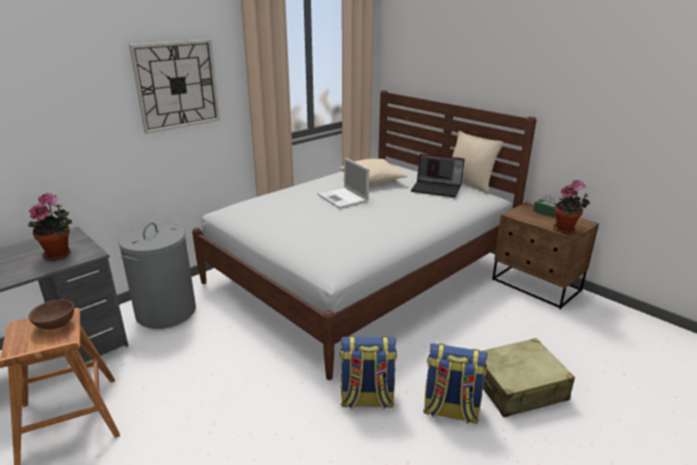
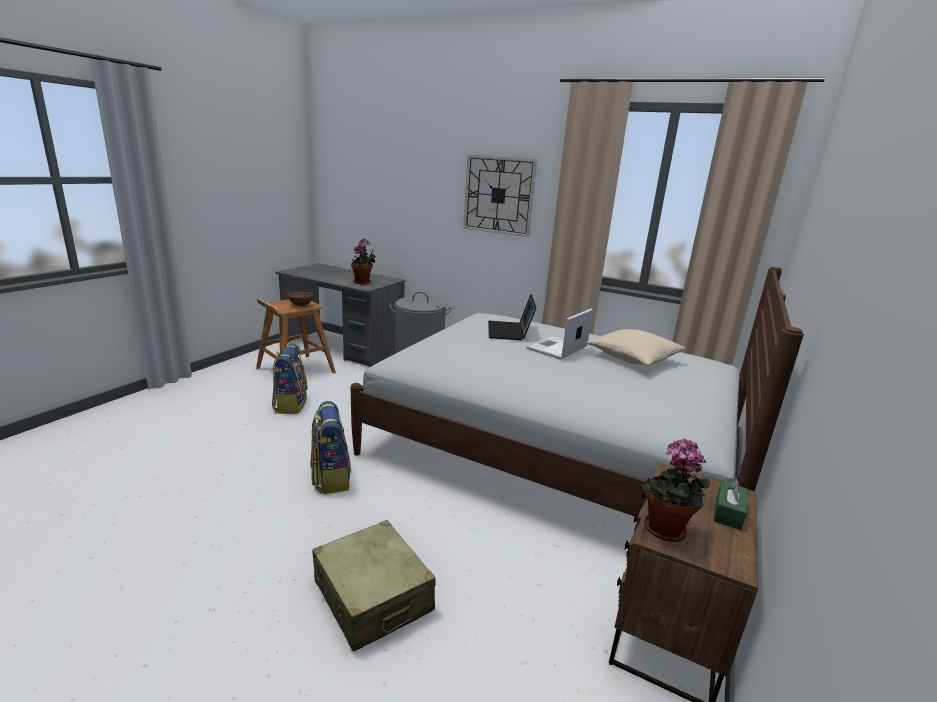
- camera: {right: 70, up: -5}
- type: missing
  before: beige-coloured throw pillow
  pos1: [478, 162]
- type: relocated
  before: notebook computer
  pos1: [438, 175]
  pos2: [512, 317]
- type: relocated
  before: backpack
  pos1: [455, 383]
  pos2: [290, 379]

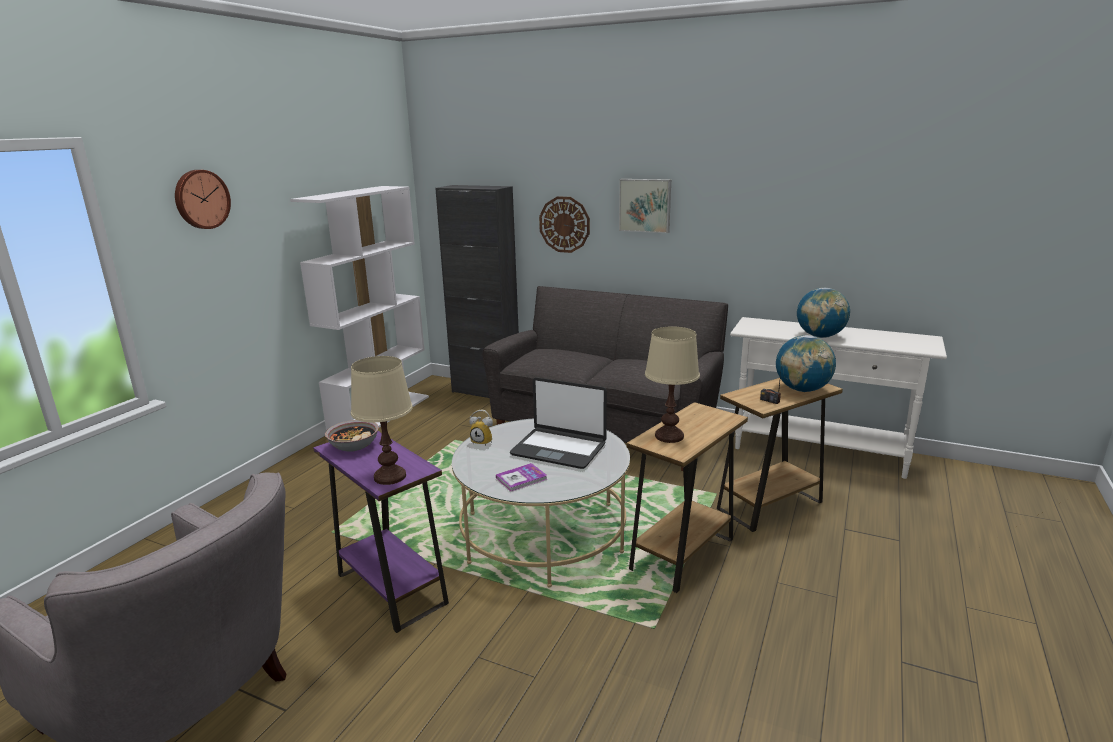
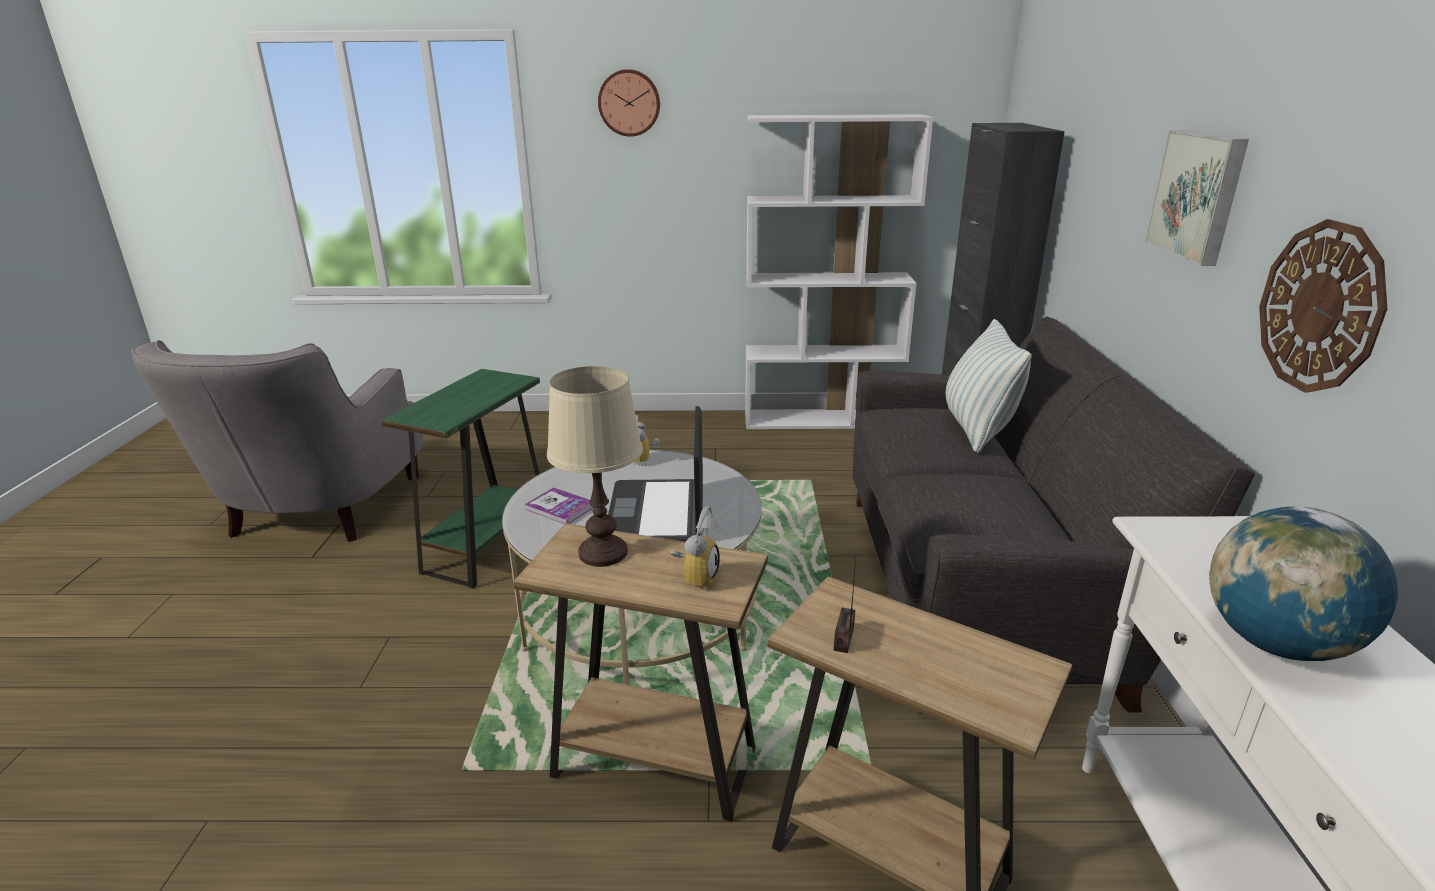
- camera: {right: 65, up: 5}
- type: relocated
  before: hanging clock
  pos1: [564, 224]
  pos2: [1323, 306]
- type: missing
  before: desk globe
  pos1: [806, 363]
- type: missing
  before: beige-coloured tabletop lamp
  pos1: [382, 420]
- type: missing
  before: serving bowl
  pos1: [352, 435]
- type: colour
  before: purple-coloured side table
  after: greenish side table
  pos1: [381, 532]
  pos2: [460, 479]
- type: appeared
  after: throw pillow
  pos2: [989, 386]
- type: appeared
  after: table clock
  pos2: [695, 548]

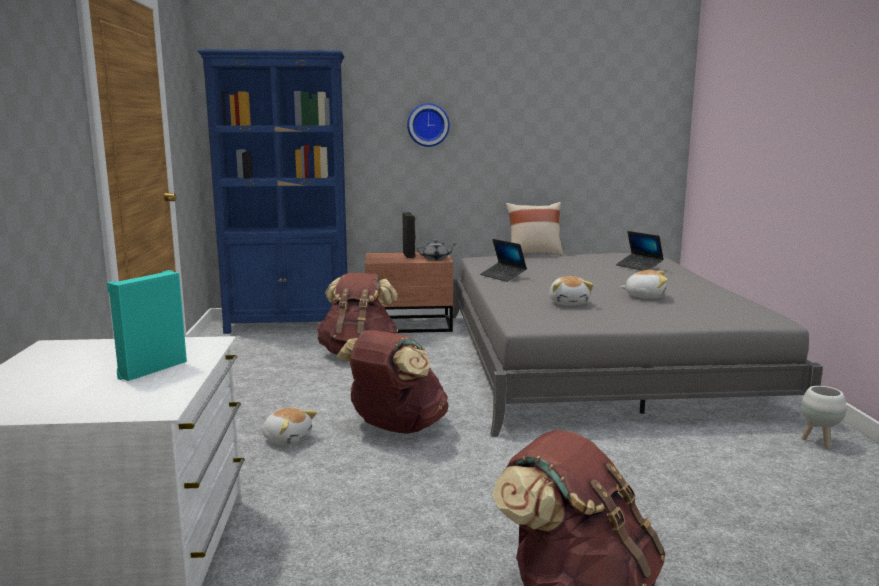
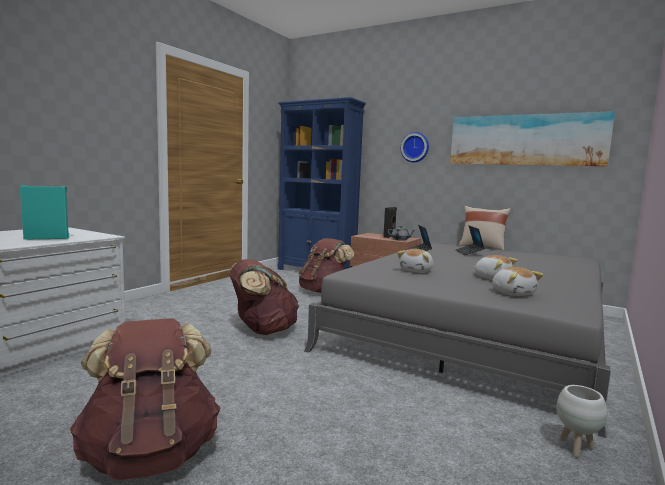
- camera: {right: 35, up: -5}
- type: relocated
  before: notebook computer
  pos1: [640, 251]
  pos2: [470, 240]
- type: relocated
  before: plush toy
  pos1: [289, 427]
  pos2: [517, 281]
- type: appeared
  after: wall art
  pos2: [532, 138]

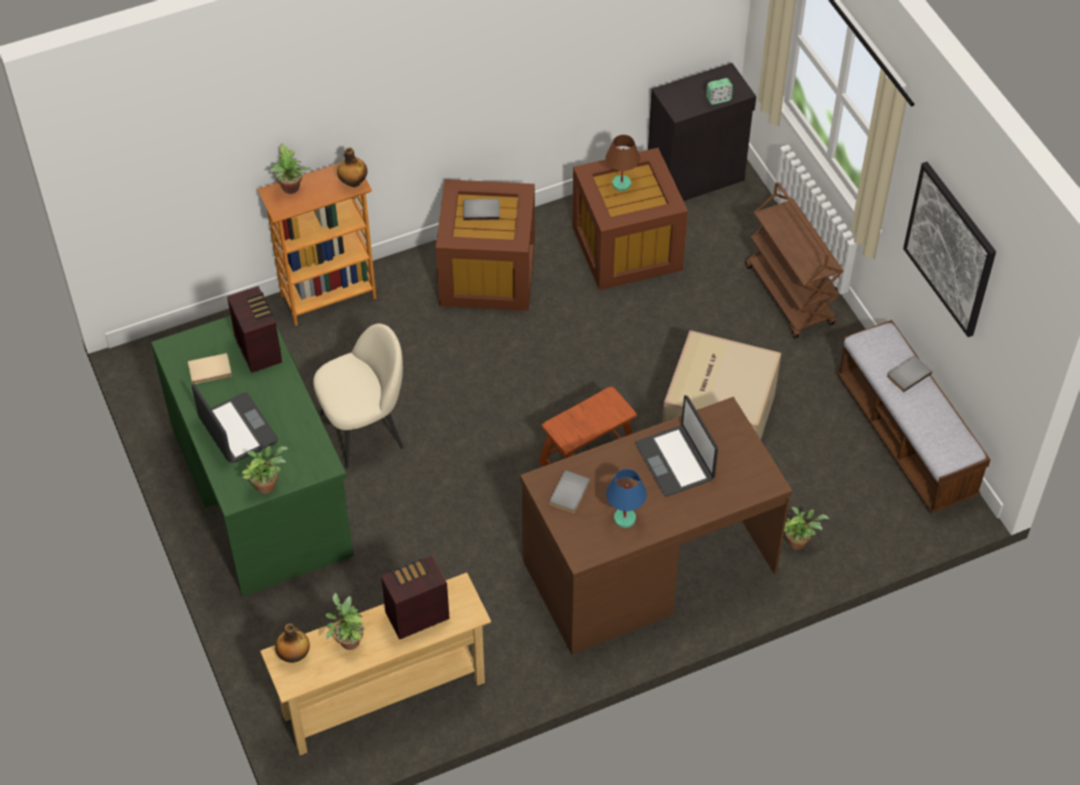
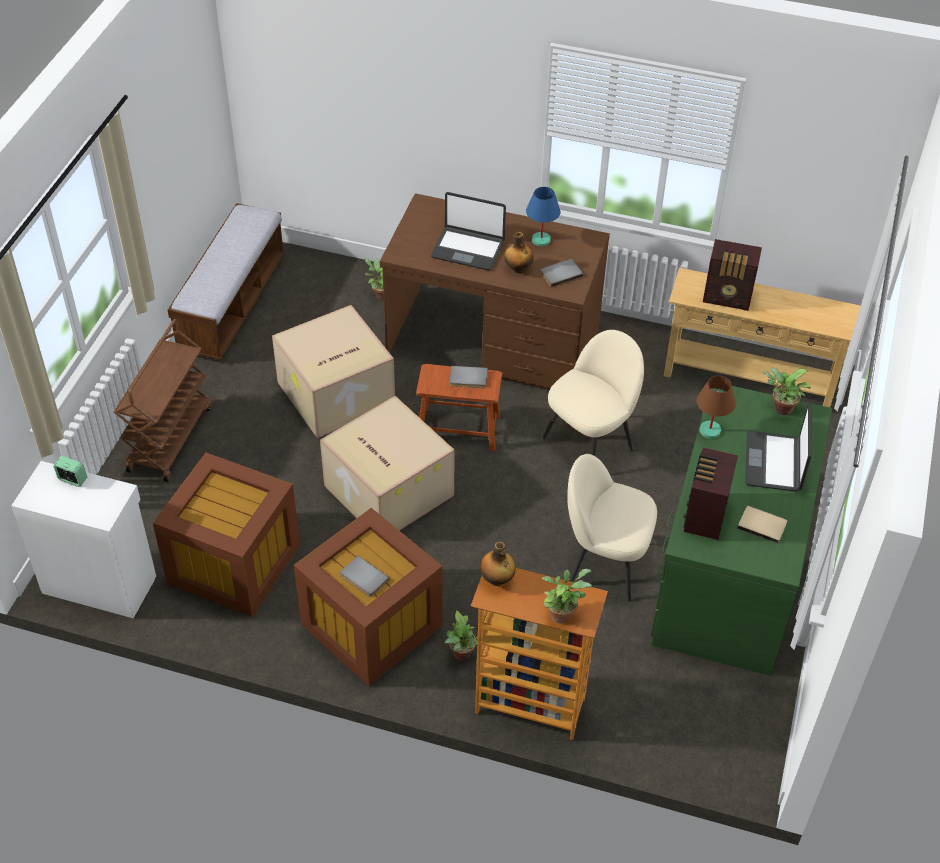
- camera: {right: -140, up: -5}
- type: colour
  before: black cabinet
  after: white cabinet
  pos1: [702, 132]
  pos2: [83, 539]
- type: relocated
  before: brownish tabletop lamp
  pos1: [623, 163]
  pos2: [716, 407]
- type: missing
  before: wall art
  pos1: [949, 249]
- type: relocated
  before: grey volume
  pos1: [909, 374]
  pos2: [469, 377]
- type: spun
  before: notebook computer
  pos1: [676, 446]
  pos2: [468, 231]
  turn: 90
- type: relocated
  before: plant in a pot
  pos1: [346, 621]
  pos2: [461, 635]
- type: relocated
  before: drink bottle
  pos1: [292, 643]
  pos2: [518, 252]
- type: appeared
  after: beige-coloured upright chair
  pos2: [593, 393]
- type: appeared
  after: packing box
  pos2: [387, 463]

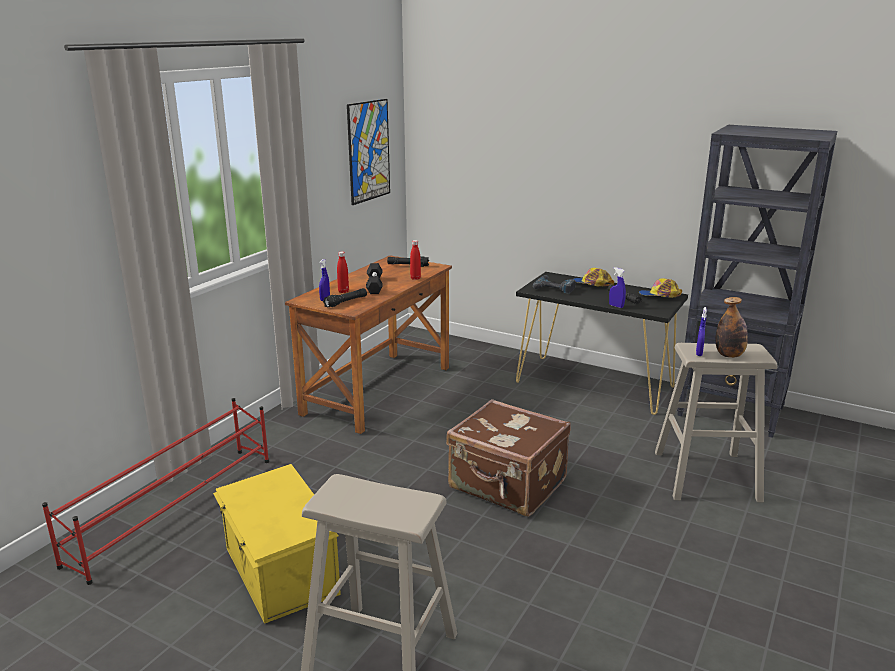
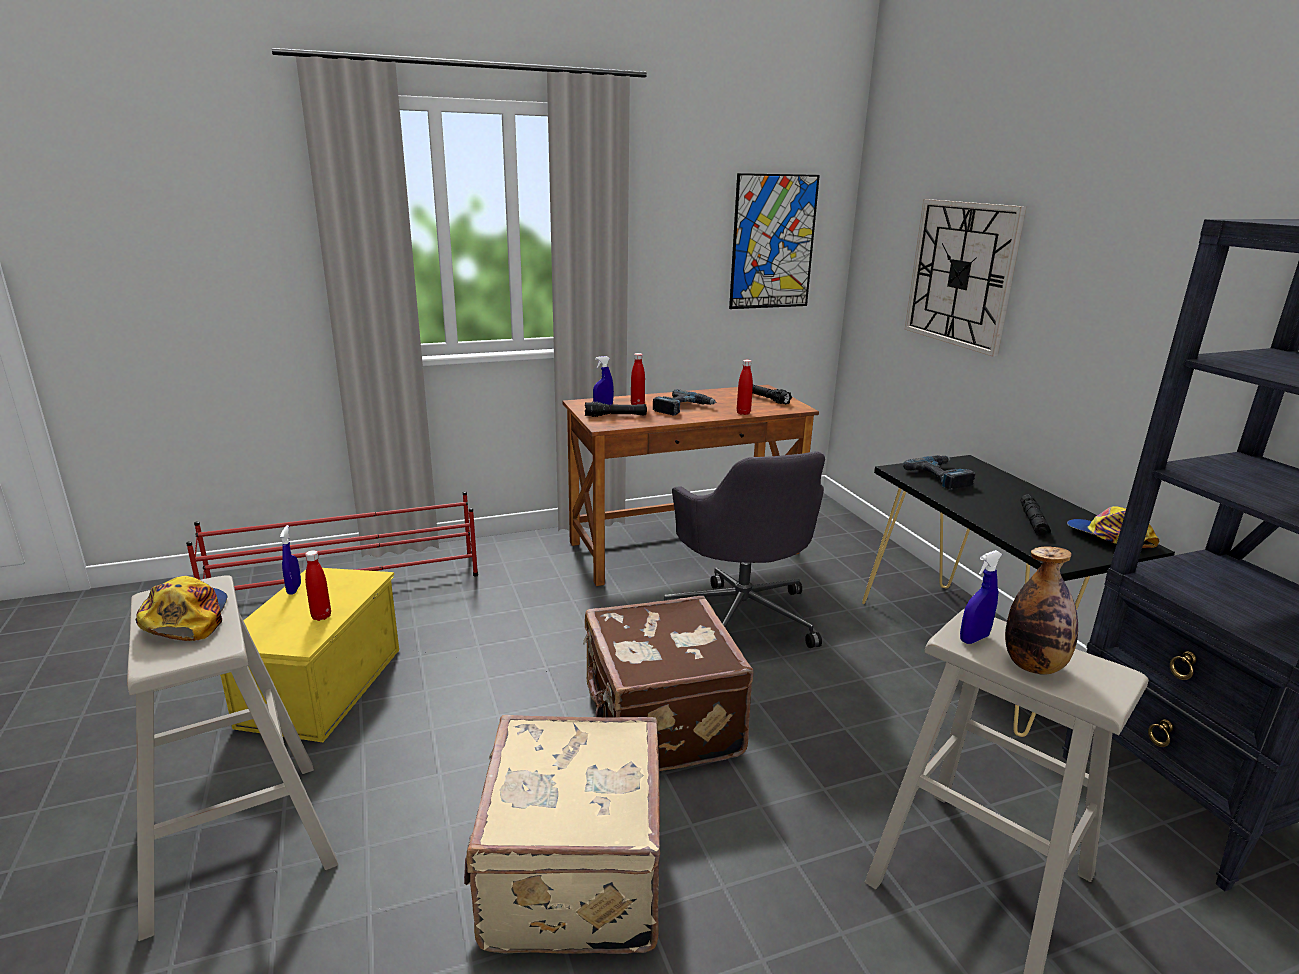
- camera: {right: 40, up: 0}
- type: exchanged
  before: black hand weight
  after: power drill
  pos1: [374, 278]
  pos2: [684, 402]
- type: relocated
  before: blue spray bottle
  pos1: [617, 287]
  pos2: [290, 560]
- type: relocated
  before: peaked cap
  pos1: [593, 277]
  pos2: [181, 608]
- type: appeared
  after: hanging clock
  pos2: [965, 278]
- type: appeared
  after: grey desk chair
  pos2: [744, 549]
- type: appeared
  after: reddish drink bottle
  pos2: [318, 585]
- type: appeared
  after: beige-coloured suitcase
  pos2: [562, 834]

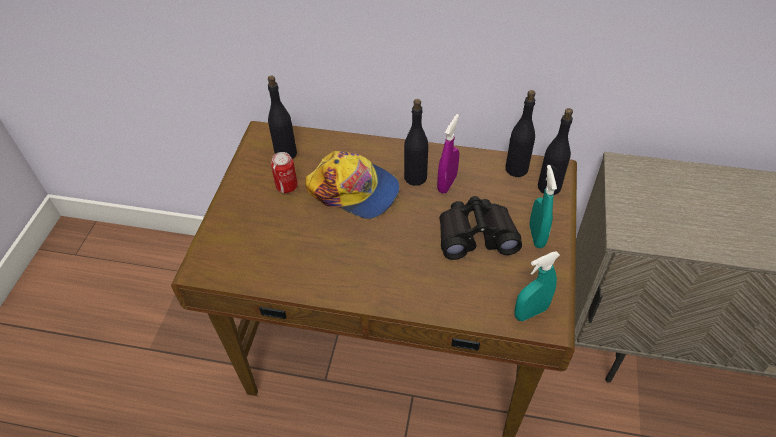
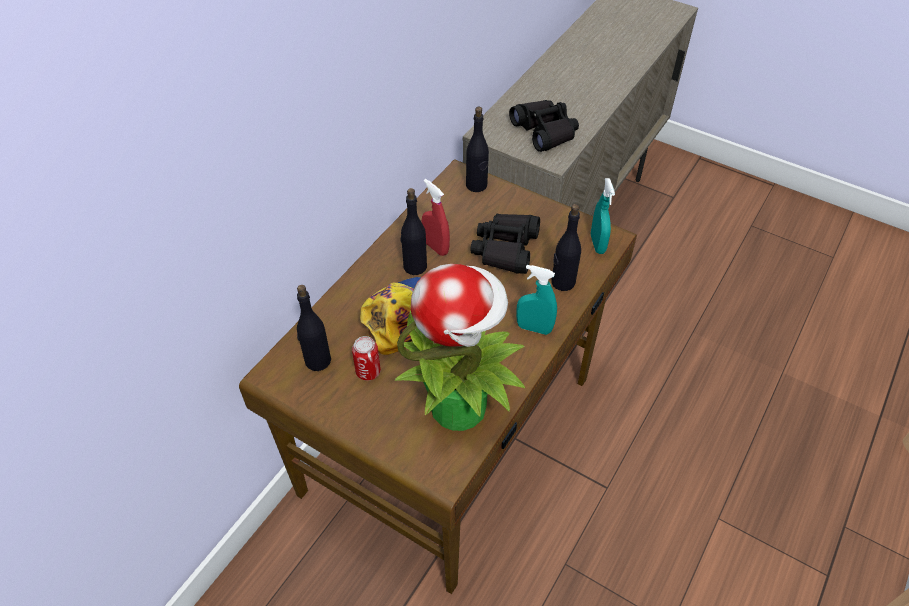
- camera: {right: -70, up: 0}
- type: relocated
  before: black drink bottle
  pos1: [520, 133]
  pos2: [566, 247]
- type: colour
  before: purple-coloured spray bottle
  after: reddish spray bottle
  pos1: [448, 154]
  pos2: [435, 217]
- type: relocated
  before: blue-green spray bottle
  pos1: [543, 206]
  pos2: [536, 300]
- type: appeared
  after: black pair of binoculars
  pos2: [544, 126]
- type: appeared
  after: plant in a pot
  pos2: [460, 347]

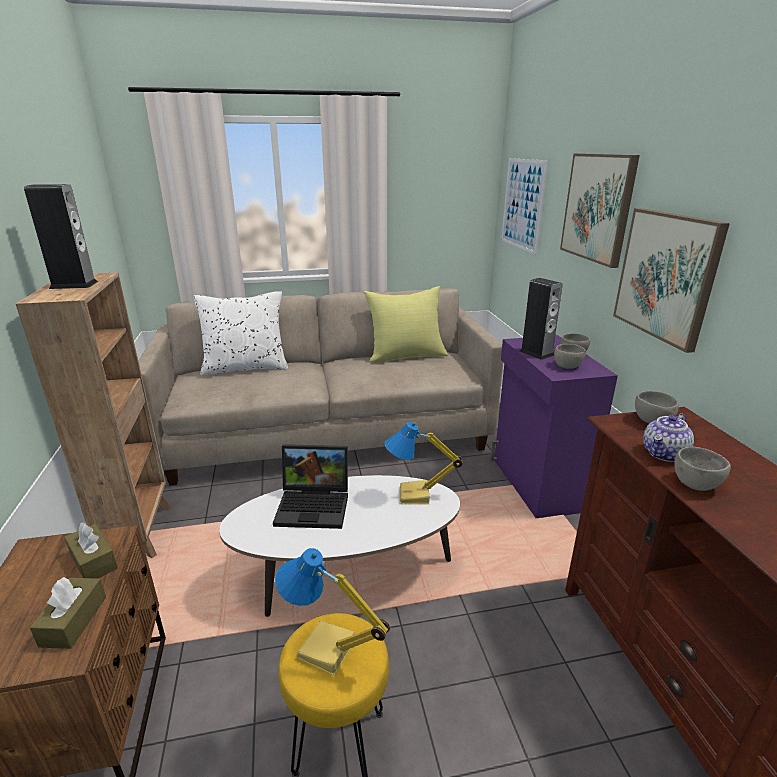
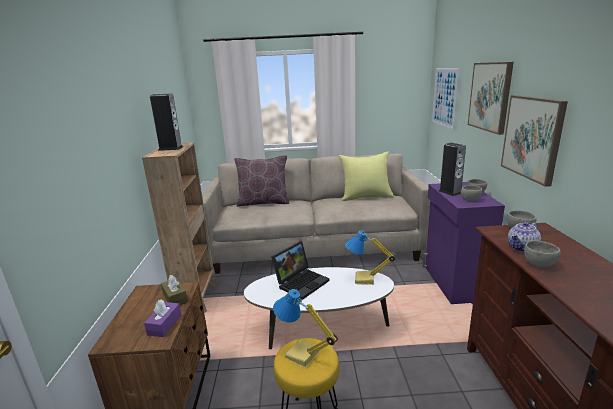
- camera: {right: 10, up: -5}
- type: colour
  before: white throw pillow
  after: brownish throw pillow
  pos1: [240, 333]
  pos2: [262, 181]
- type: spun
  before: notebook computer
  pos1: [310, 486]
  pos2: [300, 270]
  turn: -60
- type: colour
  before: brownish tissue box
  after: purple-coloured tissue box
  pos1: [68, 613]
  pos2: [162, 318]

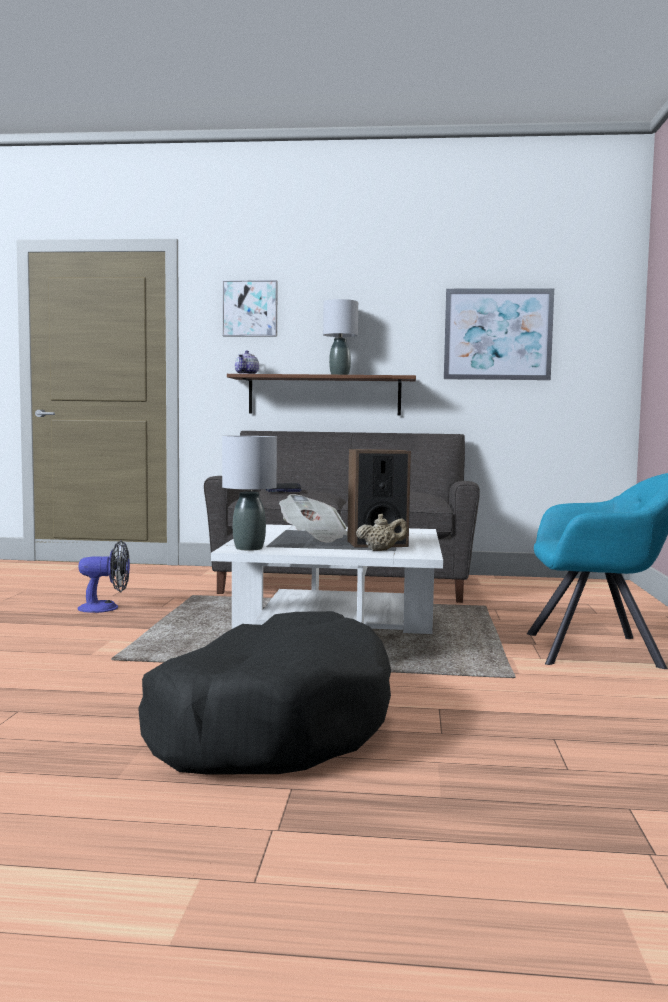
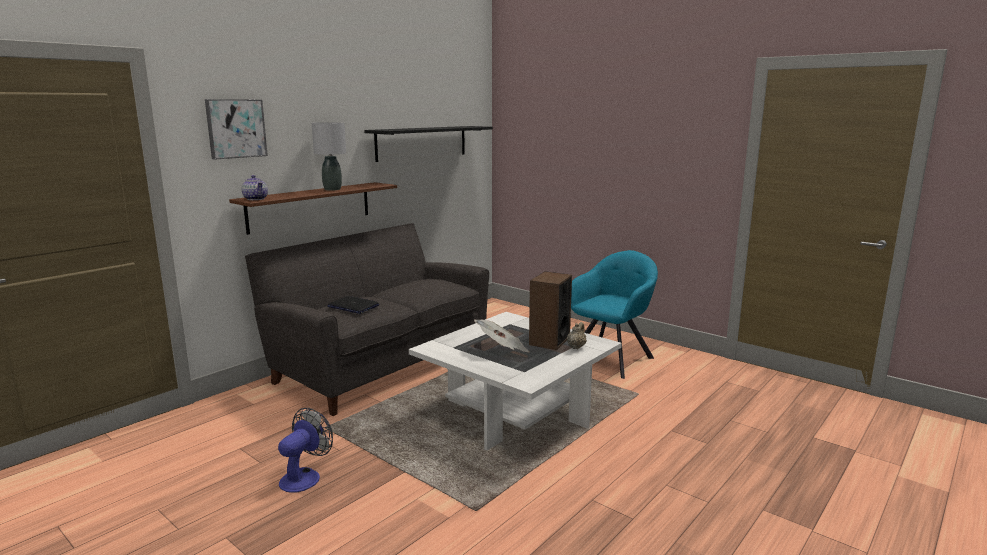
- camera: {right: -55, up: 10}
- type: exchanged
  before: wall art
  after: black wall shelf
  pos1: [499, 334]
  pos2: [428, 144]
- type: missing
  before: grey tabletop lamp
  pos1: [249, 493]
- type: missing
  before: black dog bed
  pos1: [264, 693]

